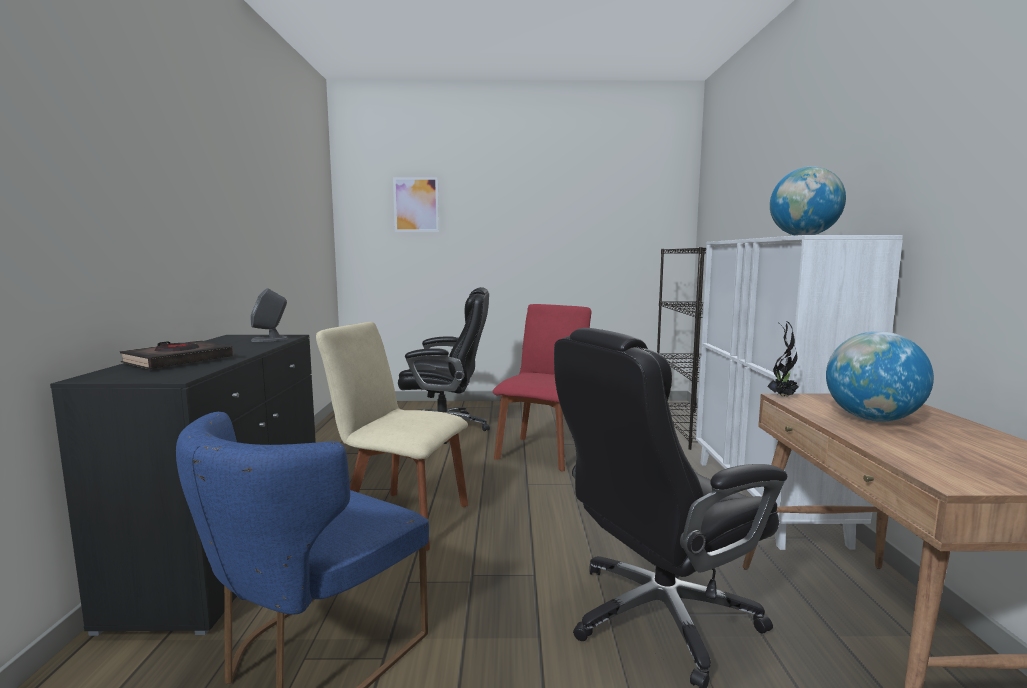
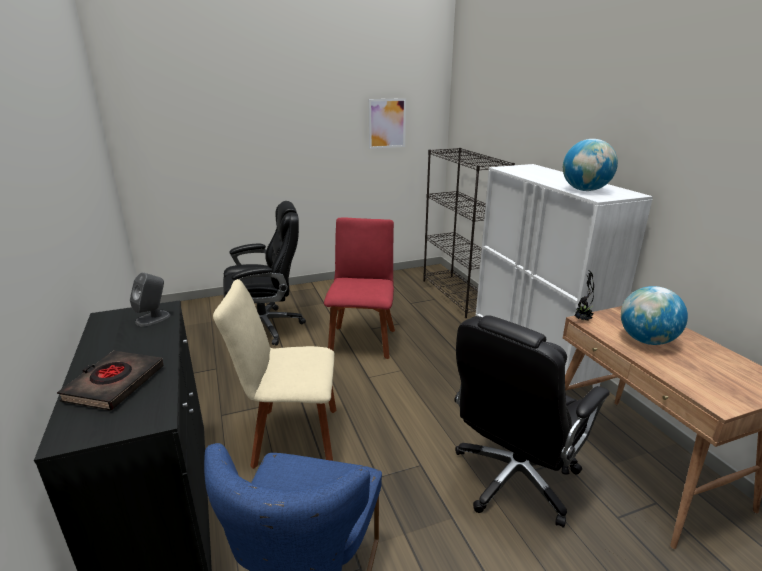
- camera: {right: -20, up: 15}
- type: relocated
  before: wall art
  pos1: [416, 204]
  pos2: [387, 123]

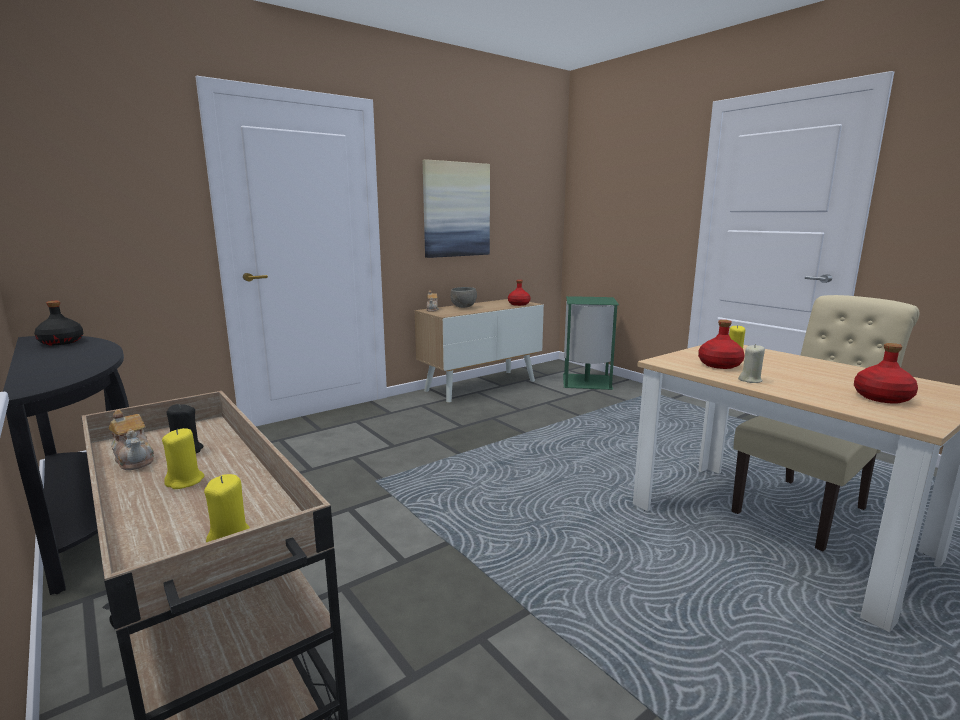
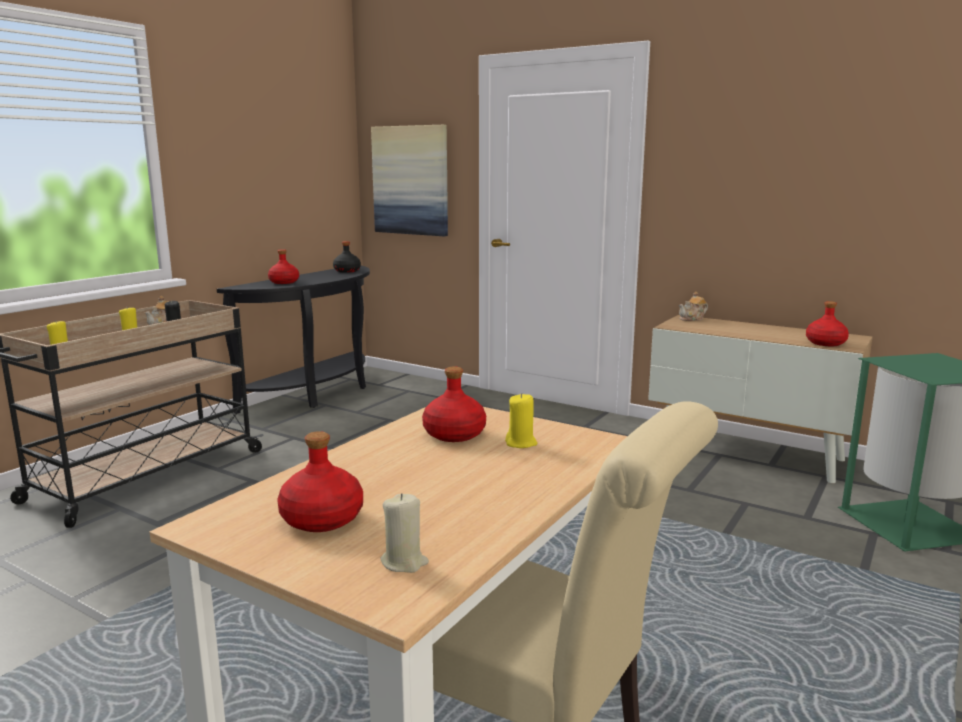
- camera: {right: 70, up: 0}
- type: relocated
  before: wall art
  pos1: [456, 208]
  pos2: [409, 180]
- type: missing
  before: grey serving bowl
  pos1: [463, 297]
- type: relocated
  before: beige-coloured wax candle
  pos1: [751, 363]
  pos2: [405, 533]
- type: appeared
  after: reddish drink bottle
  pos2: [283, 266]

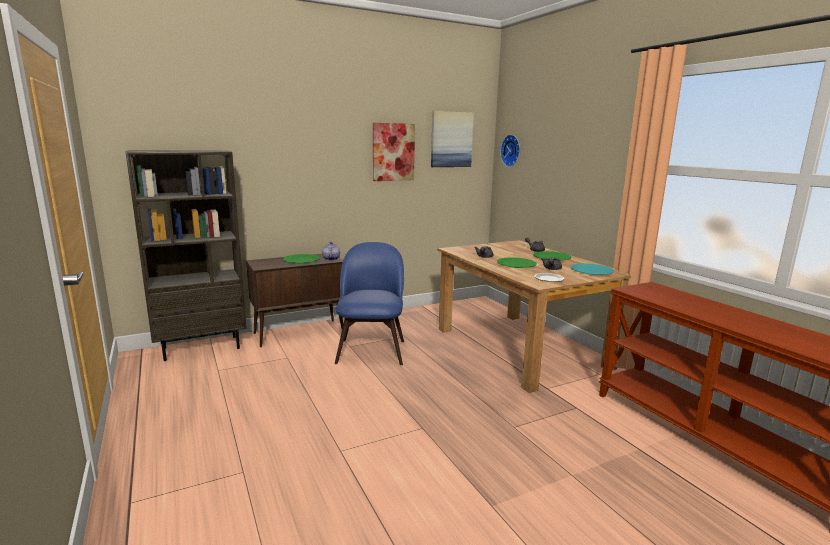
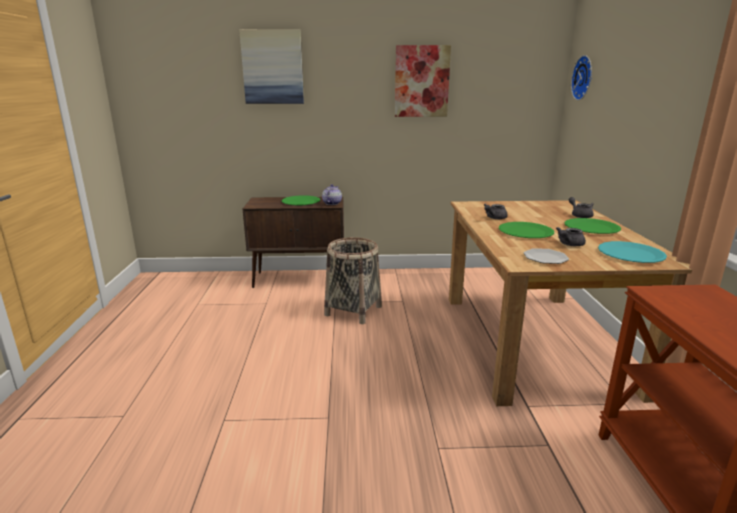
- camera: {right: 25, up: 5}
- type: relocated
  before: wall art
  pos1: [452, 139]
  pos2: [271, 66]
- type: missing
  before: brownish shelving unit
  pos1: [186, 255]
- type: exchanged
  before: blue upright chair
  after: storage basket
  pos1: [369, 303]
  pos2: [353, 280]

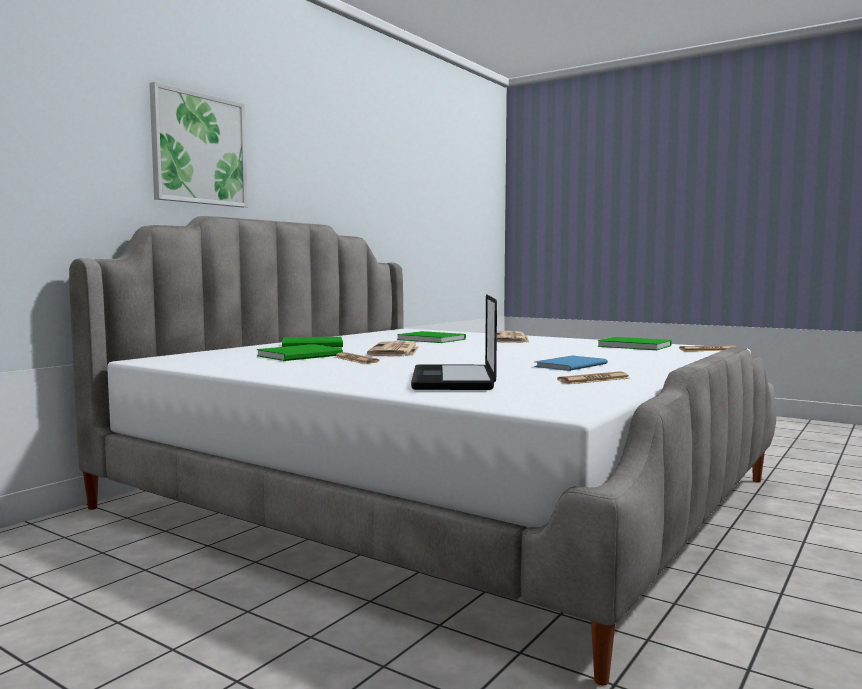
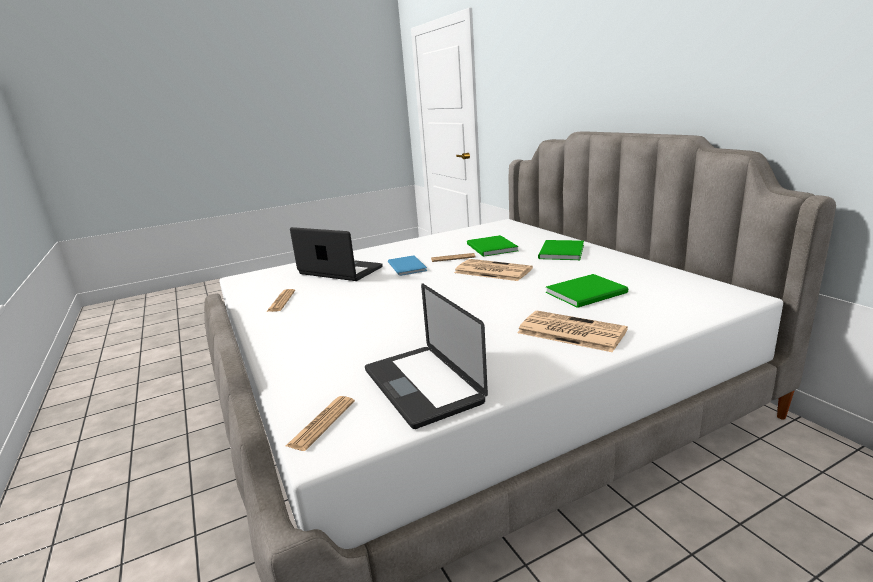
- camera: {right: 120, up: 15}
- type: missing
  before: wall art
  pos1: [198, 144]
- type: exchanged
  before: greenish volume
  after: notebook computer
  pos1: [635, 343]
  pos2: [426, 356]
- type: relocated
  before: blue volume
  pos1: [571, 363]
  pos2: [407, 265]

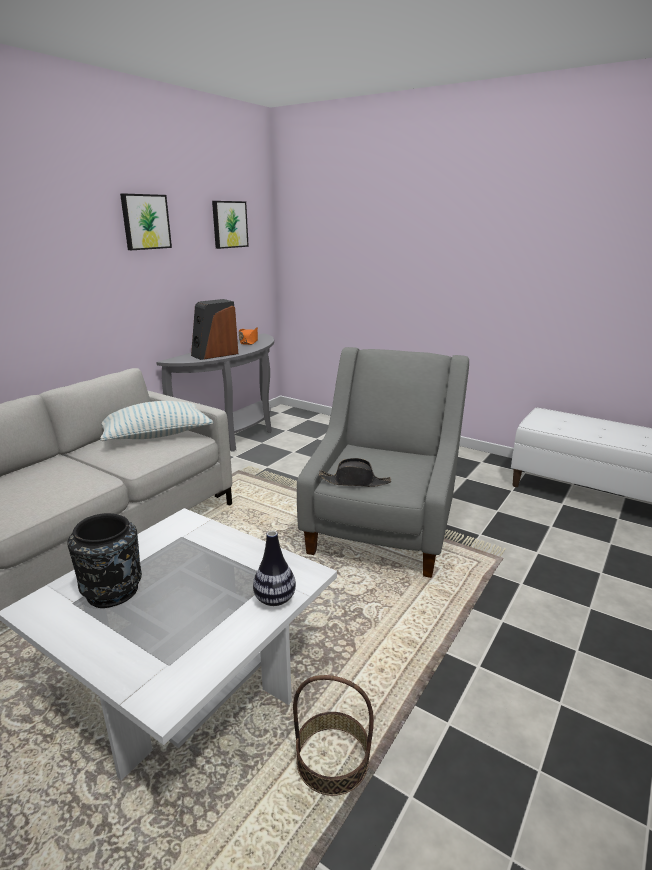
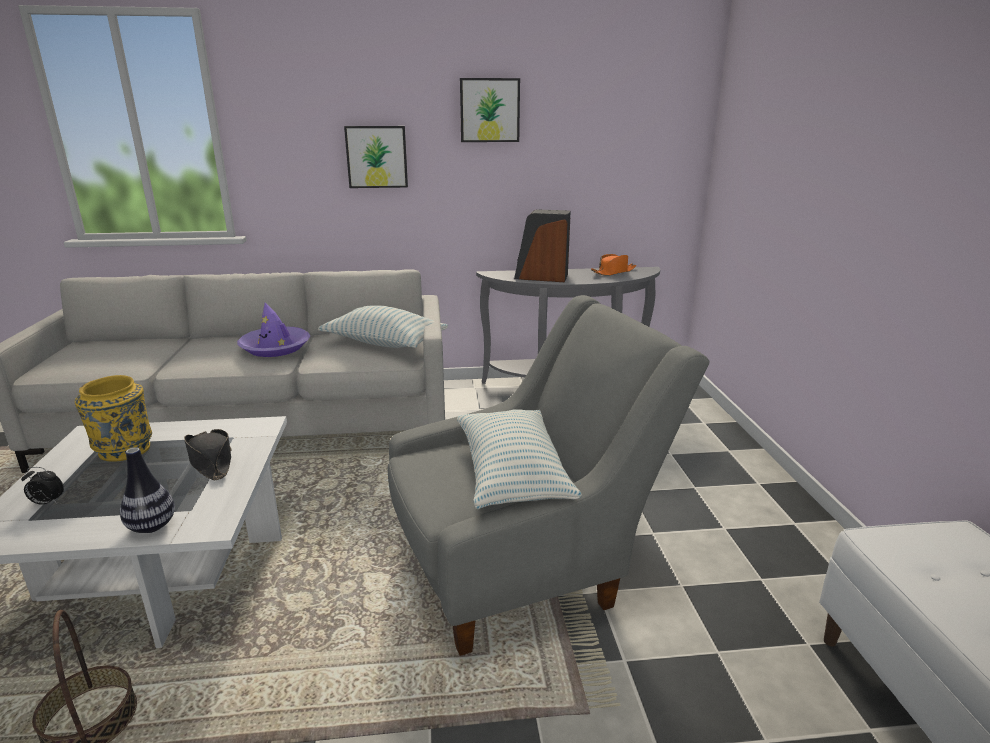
- camera: {right: 50, up: 0}
- type: relocated
  before: wall art
  pos1: [230, 225]
  pos2: [376, 157]
- type: relocated
  before: black wearable hat
  pos1: [355, 472]
  pos2: [207, 454]
- type: colour
  before: black decorative vase
  after: yellow decorative vase
  pos1: [105, 560]
  pos2: [113, 418]
- type: appeared
  after: purple-coloured wearable hat
  pos2: [273, 330]
- type: appeared
  after: throw pillow
  pos2: [519, 459]
- type: appeared
  after: table clock
  pos2: [42, 486]

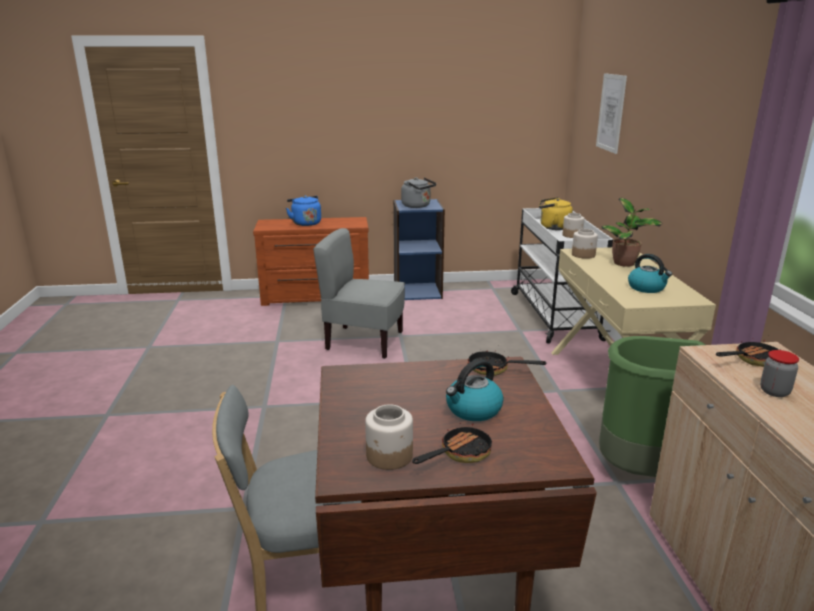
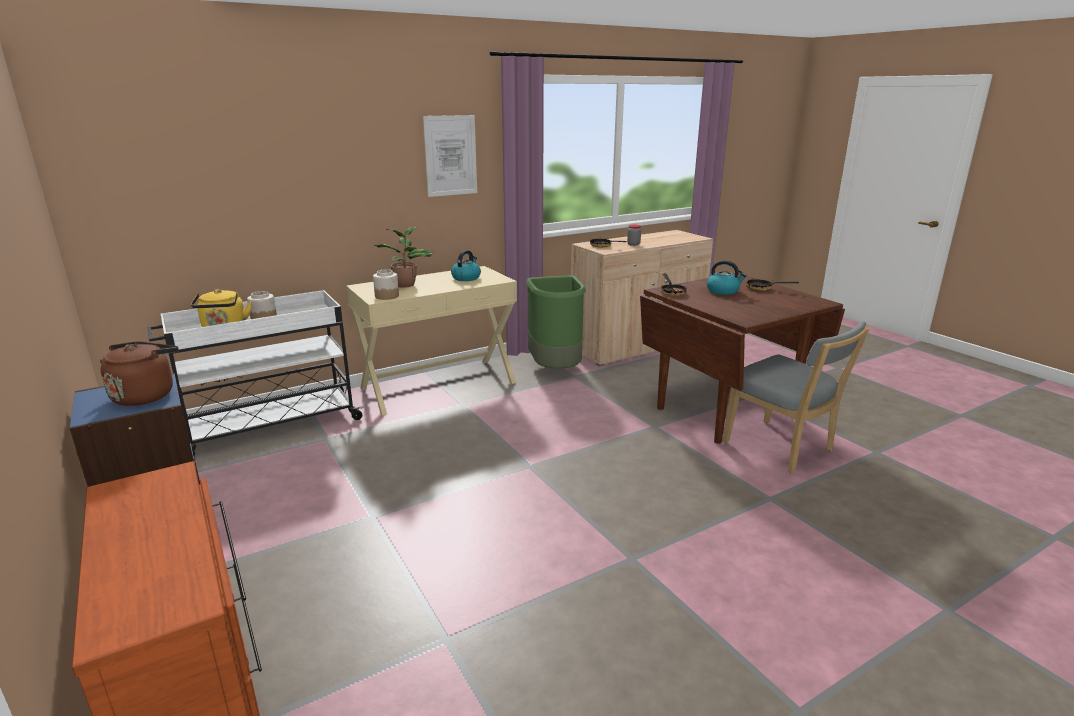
- camera: {right: -115, up: 0}
- type: relocated
  before: wall art
  pos1: [611, 113]
  pos2: [450, 156]
- type: colour
  before: grey tea kettle
  after: brownish tea kettle
  pos1: [418, 193]
  pos2: [139, 373]
- type: missing
  before: blue tea kettle
  pos1: [303, 210]
- type: missing
  before: grey upright chair
  pos1: [359, 293]
- type: missing
  before: preserve jar
  pos1: [389, 437]

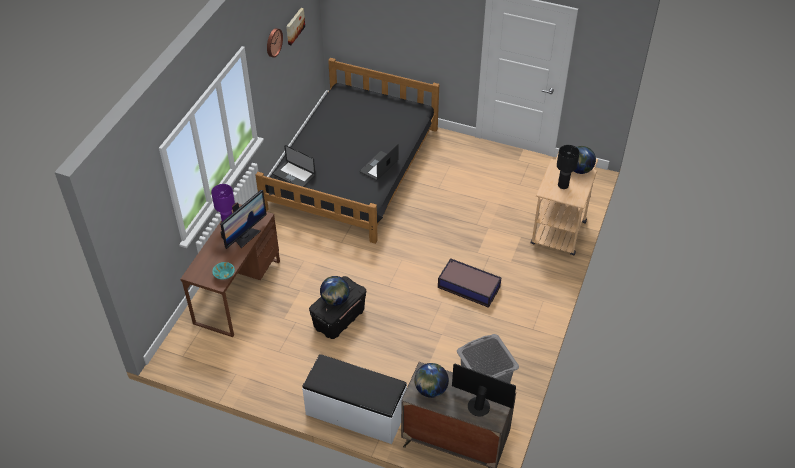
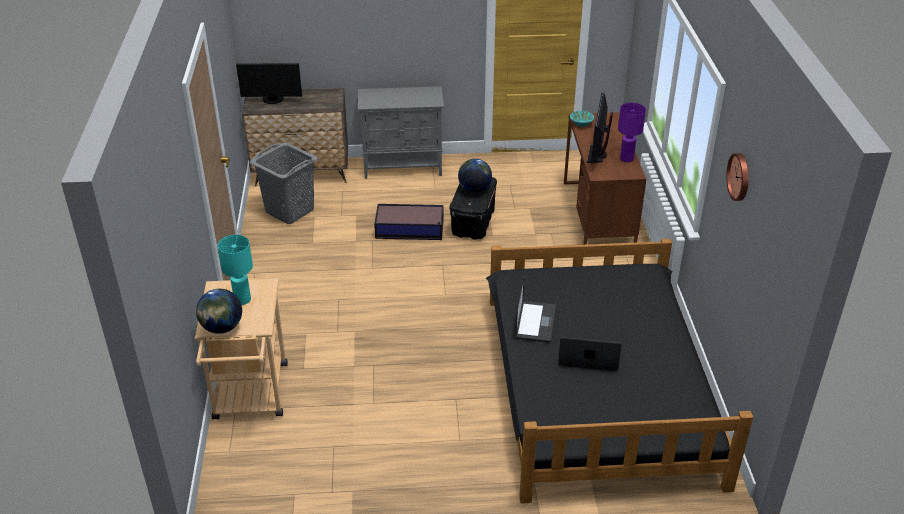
- camera: {right: 155, up: -10}
- type: missing
  before: wall art
  pos1: [295, 26]
- type: relocated
  before: notebook computer
  pos1: [294, 166]
  pos2: [590, 354]
- type: colour
  before: black tabletop lamp
  after: blue-green tabletop lamp
  pos1: [568, 167]
  pos2: [235, 270]
- type: relocated
  before: storage bin
  pos1: [469, 283]
  pos2: [409, 222]
- type: exchanged
  before: white indoor bench
  after: grey cabinet
  pos1: [354, 399]
  pos2: [401, 132]
- type: missing
  before: desk globe
  pos1: [431, 380]

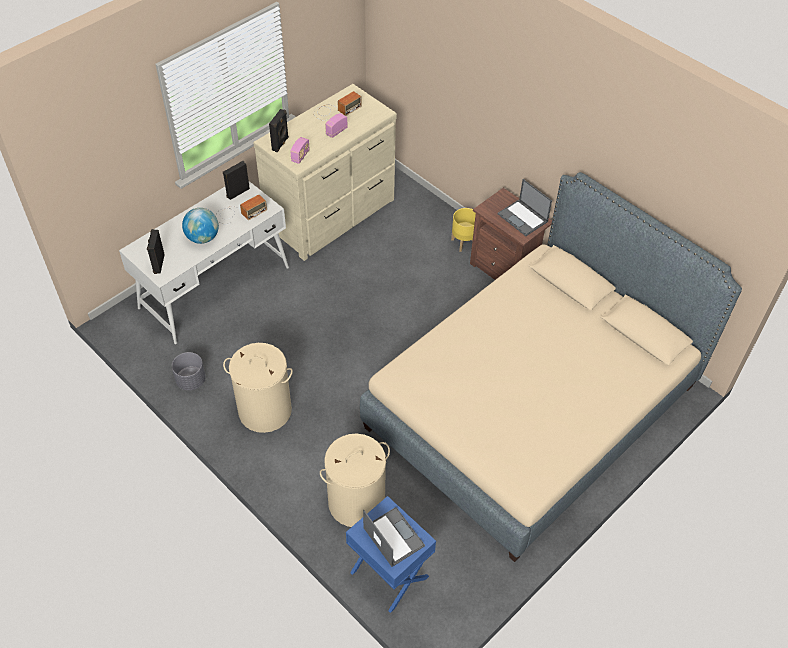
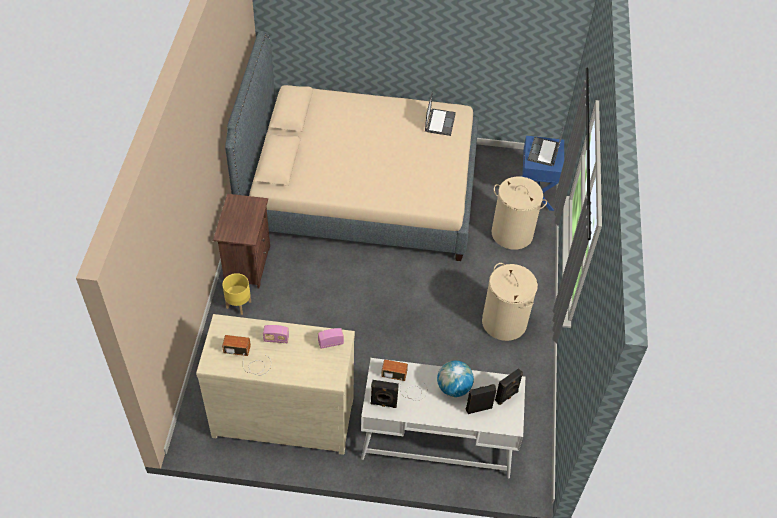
- camera: {right: -130, up: 0}
- type: relocated
  before: black speaker
  pos1: [279, 130]
  pos2: [481, 399]
- type: relocated
  before: notebook computer
  pos1: [525, 207]
  pos2: [440, 113]
- type: missing
  before: grey plant pot
  pos1: [189, 371]

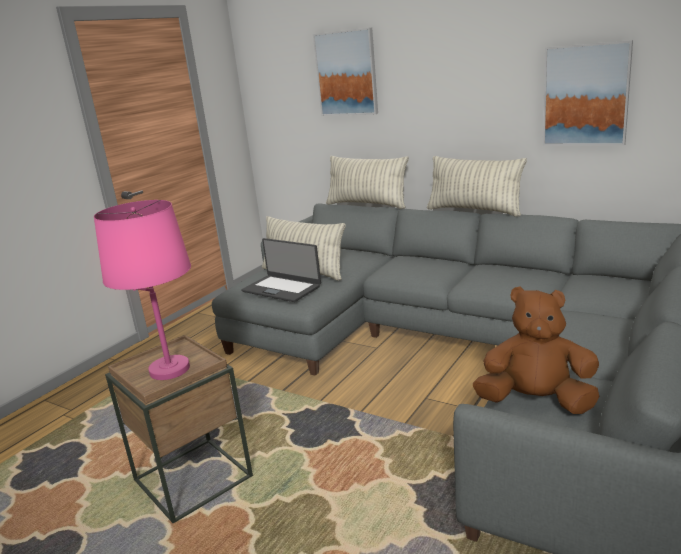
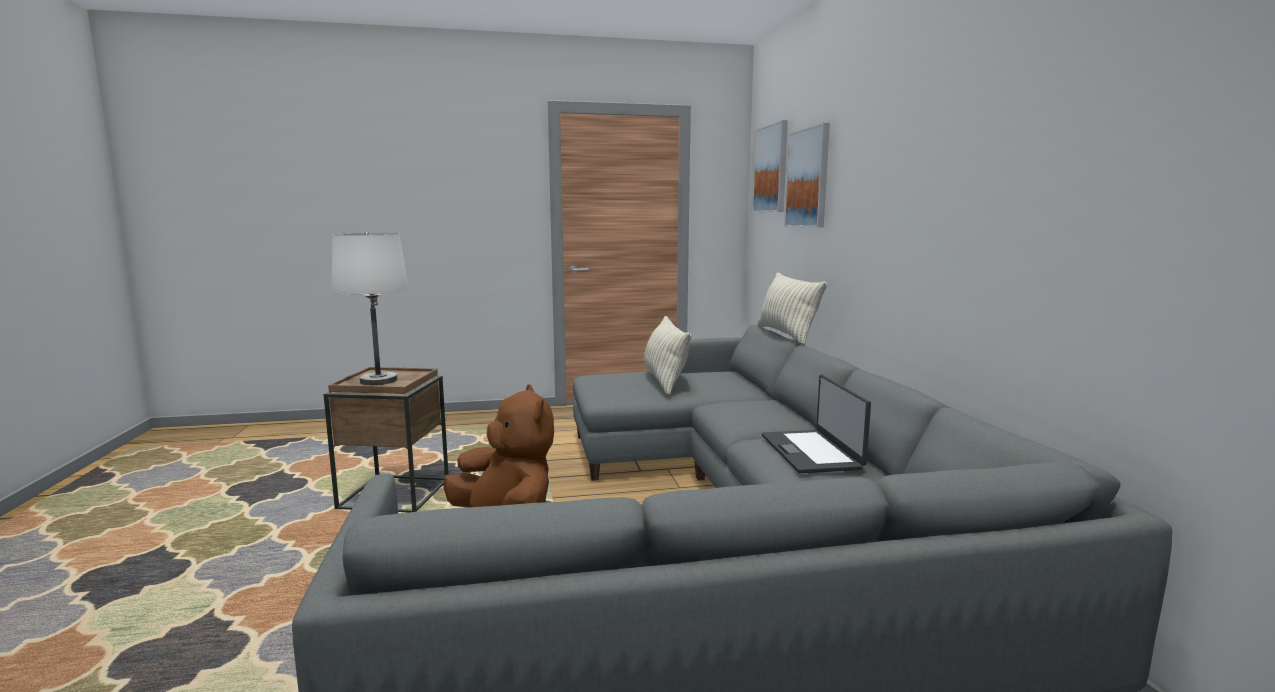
- camera: {right: 45, up: -10}
- type: relocated
  before: wall art
  pos1: [588, 93]
  pos2: [770, 166]
- type: missing
  before: throw pillow
  pos1: [477, 186]
- type: colour
  before: pink-coloured tabletop lamp
  after: white tabletop lamp
  pos1: [142, 290]
  pos2: [370, 308]
- type: relocated
  before: notebook computer
  pos1: [281, 270]
  pos2: [816, 424]

